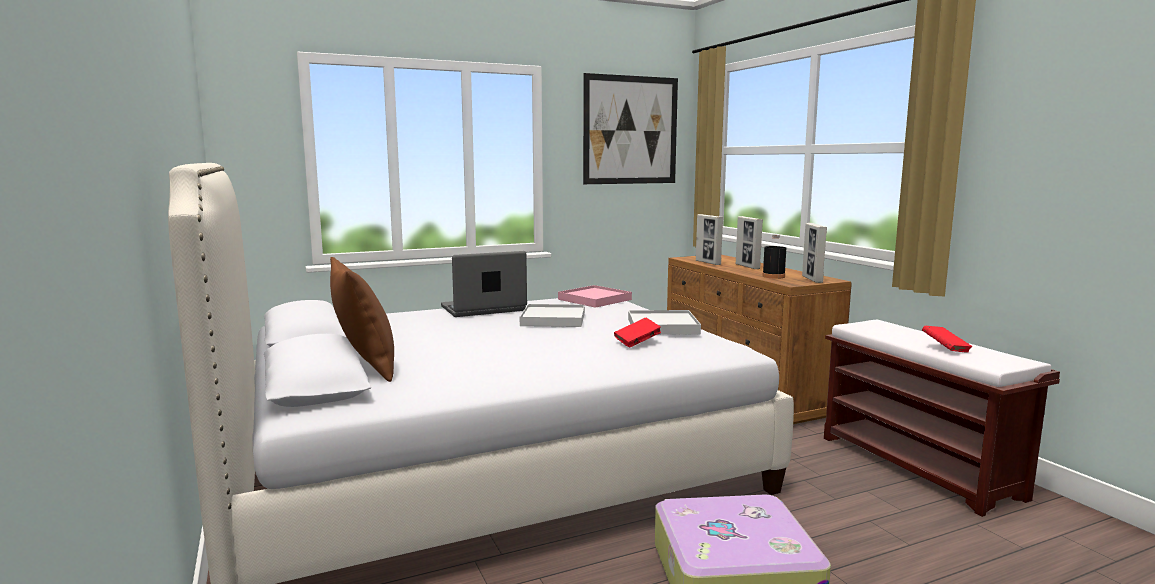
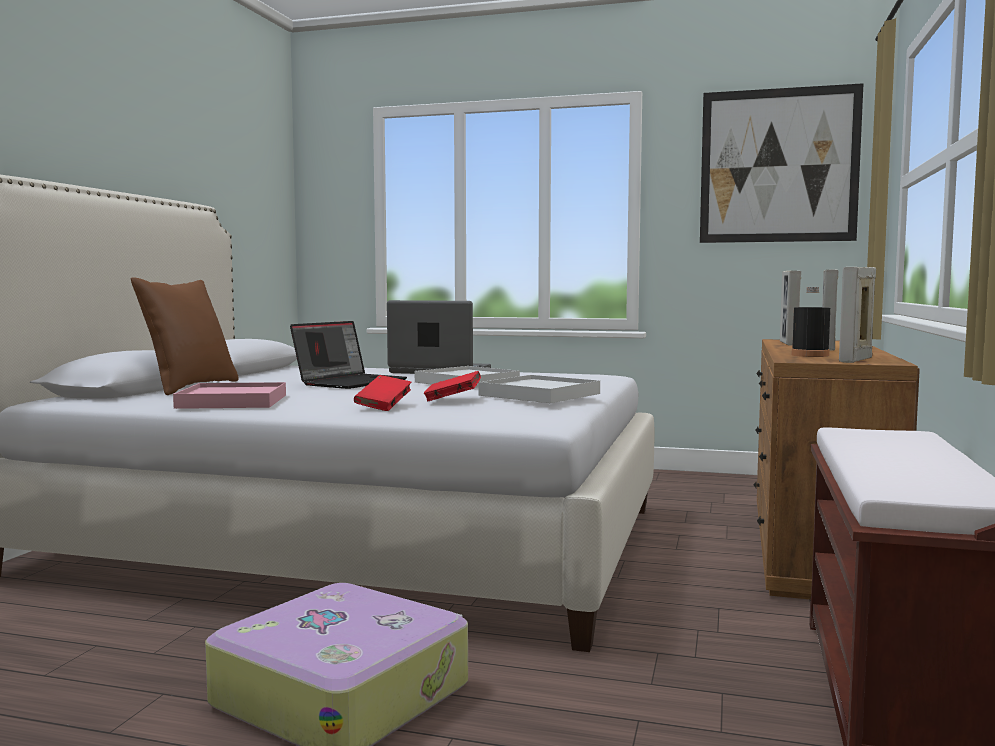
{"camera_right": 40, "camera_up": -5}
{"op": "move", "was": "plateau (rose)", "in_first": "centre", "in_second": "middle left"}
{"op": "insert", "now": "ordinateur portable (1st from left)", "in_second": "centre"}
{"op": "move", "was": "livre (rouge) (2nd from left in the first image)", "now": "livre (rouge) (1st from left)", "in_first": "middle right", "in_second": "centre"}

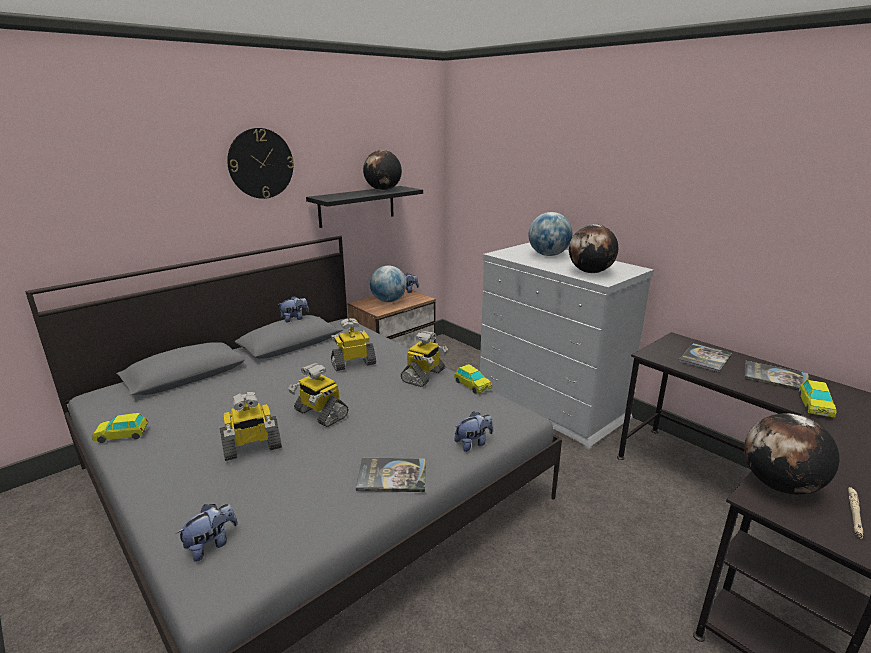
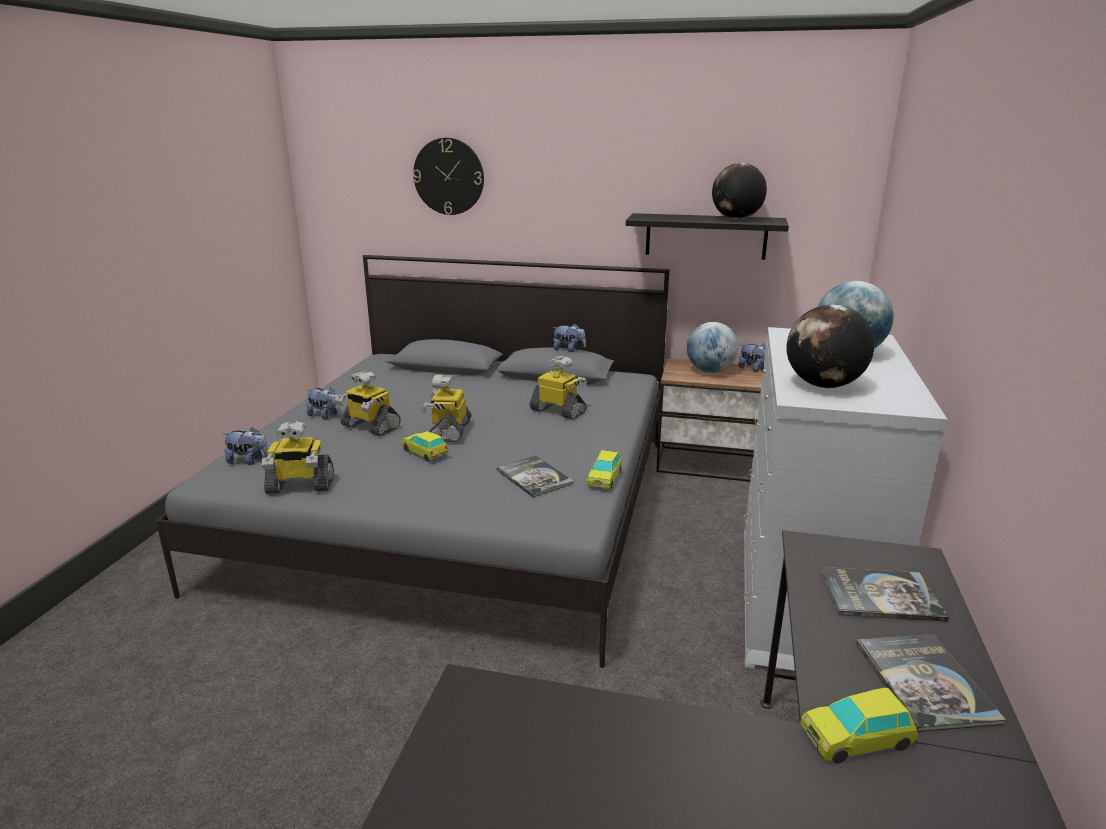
{"camera_right": 55, "camera_up": 0}
{"op": "move", "was": "robot jouet (4th from left in the first image)", "now": "robot jouet (1st from left)", "in_first": "centre", "in_second": "middle left"}
{"op": "move", "was": "peluche (4th from left in the first image)", "now": "peluche (2nd from left)", "in_first": "centre", "in_second": "middle left"}
{"op": "move", "was": "petite voiture (1st from left)", "in_first": "middle left", "in_second": "centre"}
{"op": "move", "was": "horloge murale", "in_first": "top left", "in_second": "top centre"}
{"op": "move", "was": "livre (1st from left)", "in_first": "bottom centre", "in_second": "centre"}
{"op": "delete", "was": "globe (5th from left)", "in_first": "bottom right"}
{"op": "delete", "was": "lampe de poche (beige)", "in_first": "bottom right"}

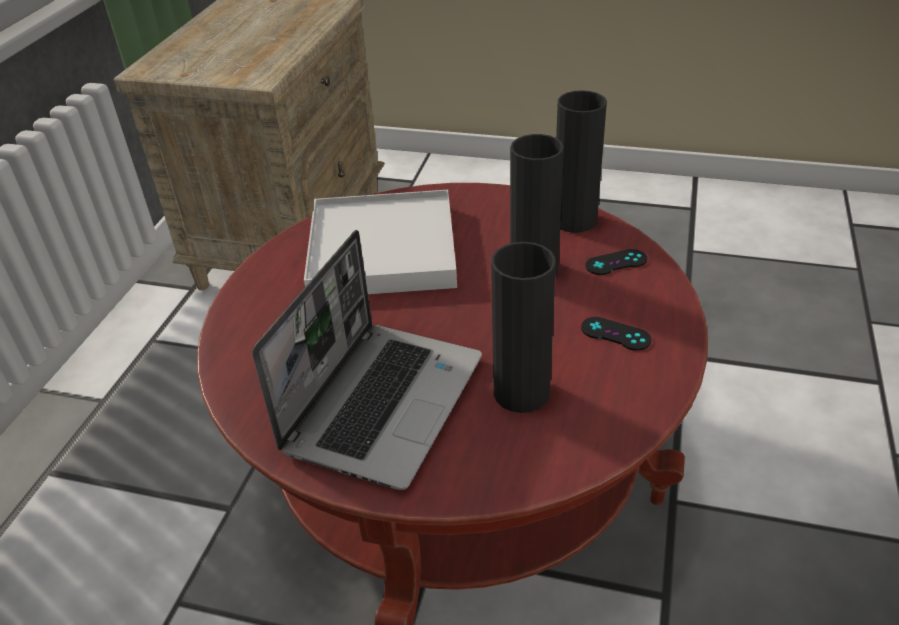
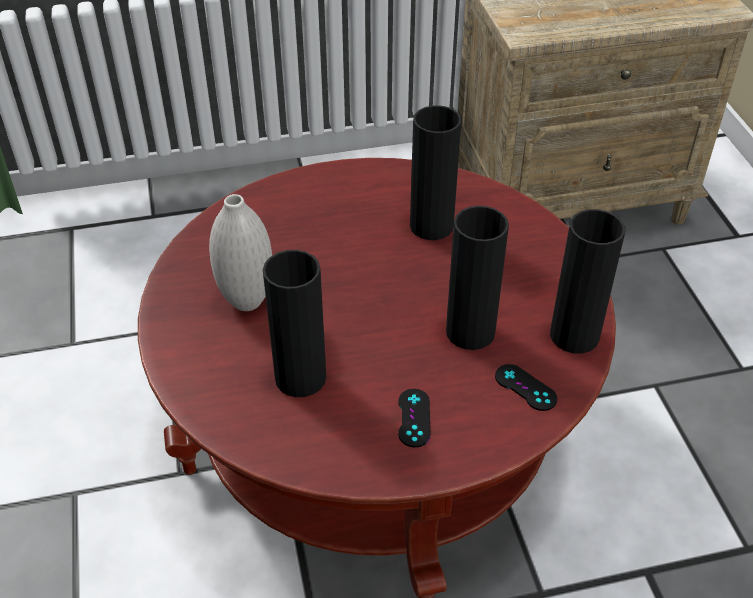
{"camera_right": 60, "camera_up": 5}
{"op": "replace", "was": "ordinateur portable", "now": "vase (blanc)", "in_first": "centre", "in_second": "middle left"}
{"op": "replace", "was": "plateau (blanc)", "now": "vase (noir) (2nd from left)", "in_first": "centre", "in_second": "top centre"}

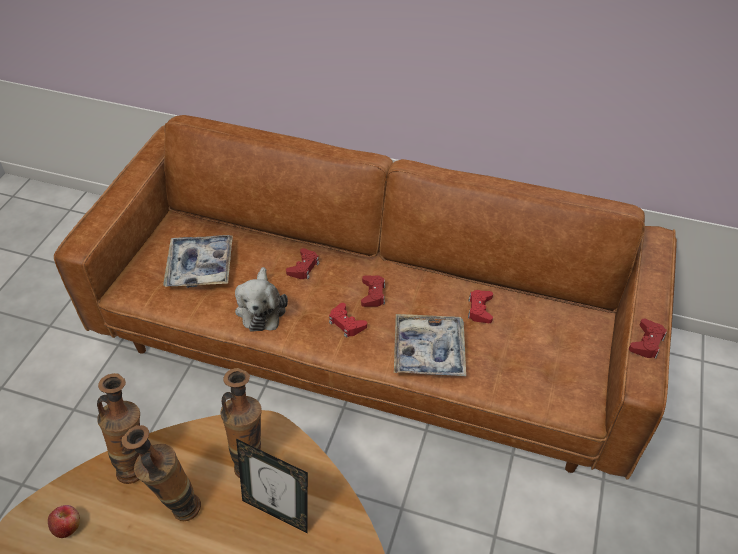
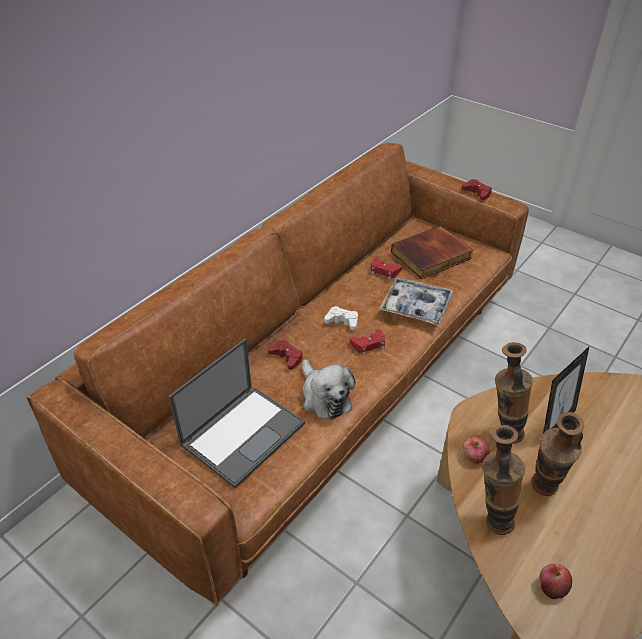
{"camera_right": -70, "camera_up": -5}
{"op": "replace", "was": "plateau (1st from left)", "now": "ordinateur portable", "in_first": "middle left", "in_second": "centre"}
{"op": "rotate", "was": "peluche", "in_first": "centre", "in_second": "centre", "clockwise": 45}
{"op": "recolor", "was": "manette (rouge) (3rd from left)", "now": "manette (blanc)", "in_first": "centre", "in_second": "centre"}
{"op": "insert", "now": "livre", "in_second": "middle right"}
{"op": "insert", "now": "pomme (1st from left)", "in_second": "bottom right"}

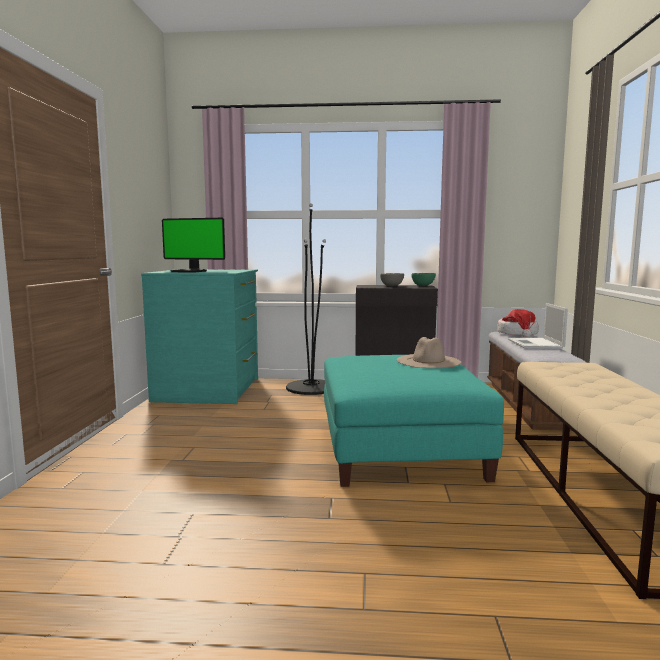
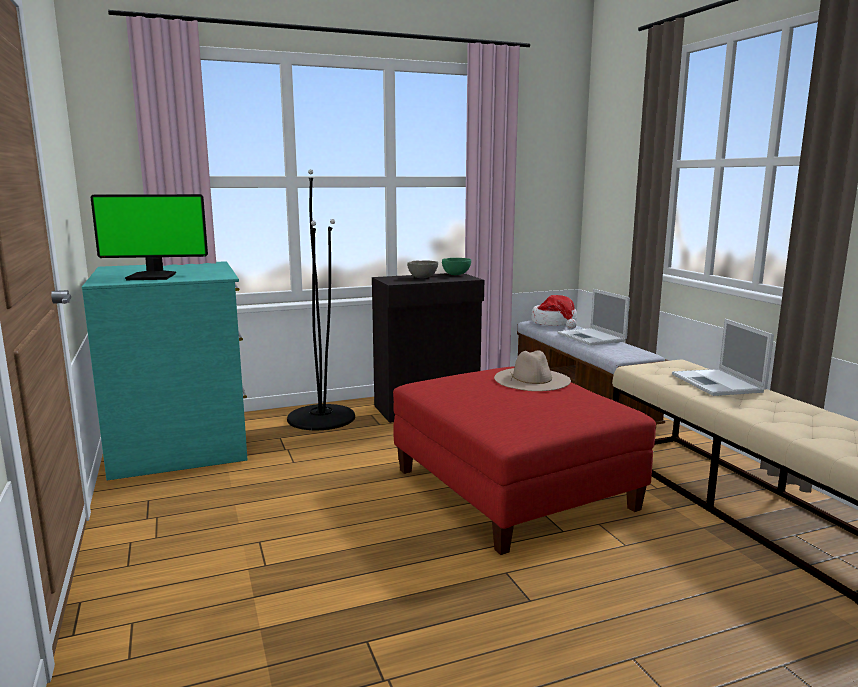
{"camera_right": -25, "camera_up": 5}
{"op": "recolor", "was": "pouf (turquoise)", "now": "pouf (rouge)", "in_first": "centre", "in_second": "bottom centre"}
{"op": "insert", "now": "ordinateur portable (2nd from left)", "in_second": "middle right"}

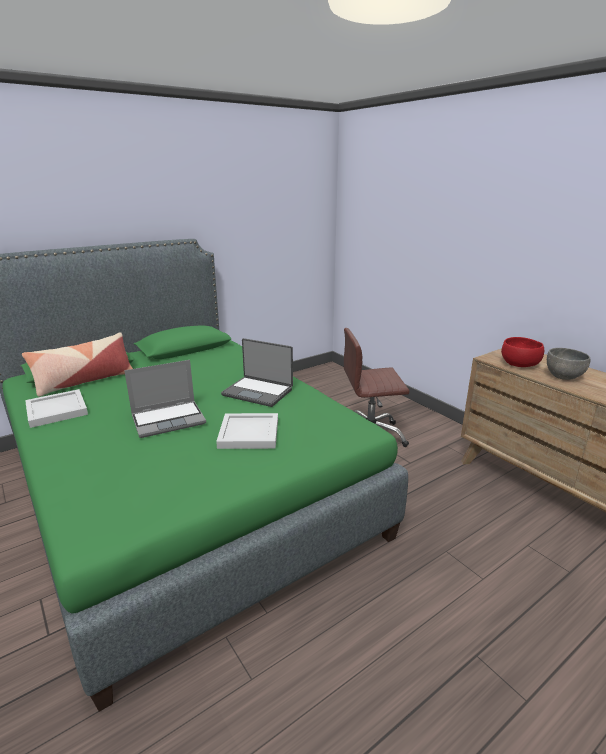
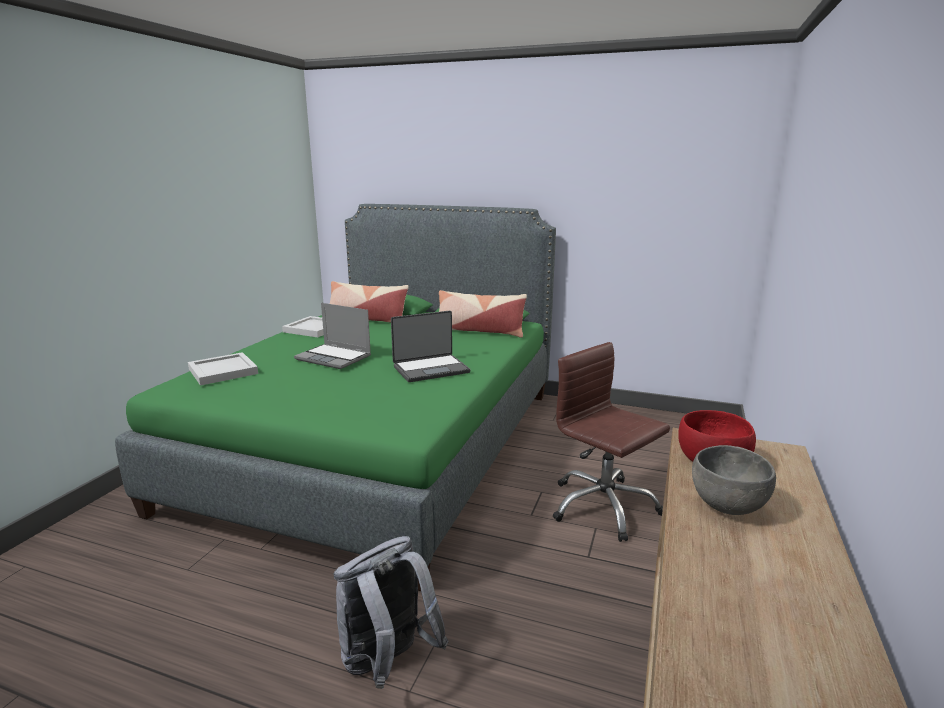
{"camera_right": 55, "camera_up": -5}
{"op": "move", "was": "plateau (blanc) (2nd from left in the first image)", "now": "plateau (blanc) (1st from left)", "in_first": "centre", "in_second": "middle left"}
{"op": "insert", "now": "sac à dos (gris)", "in_second": "bottom centre"}
{"op": "rotate", "was": "ordinateur portable (2nd from left)", "in_first": "centre", "in_second": "centre", "clockwise": -105}
{"op": "insert", "now": "coussin (2nd from left)", "in_second": "centre"}

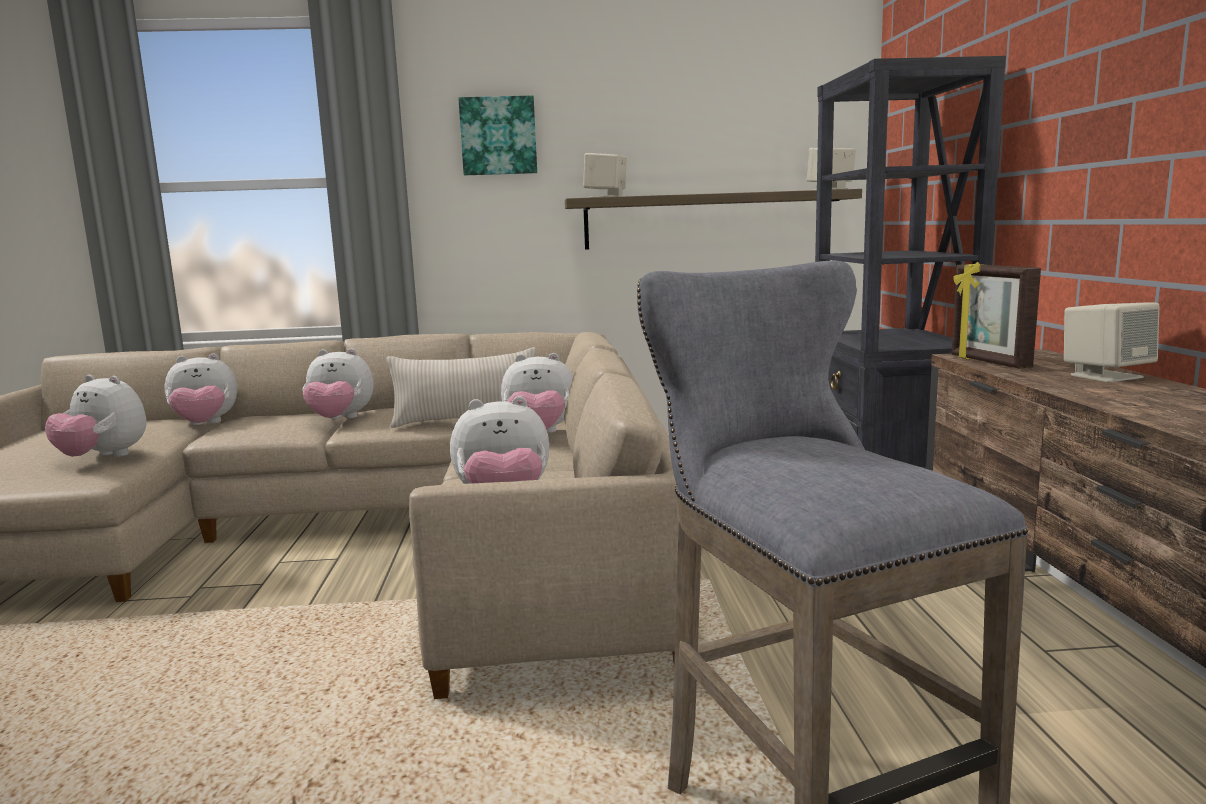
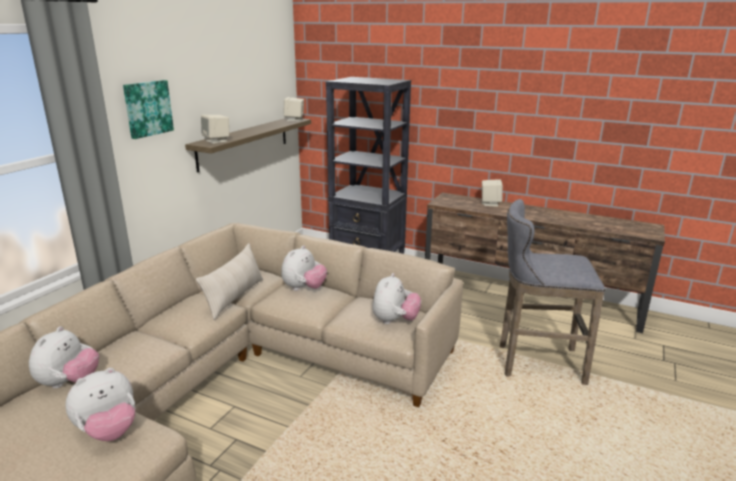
{"camera_right": -60, "camera_up": 10}
{"op": "delete", "was": "peluche (3rd from left)", "in_first": "middle left"}
{"op": "delete", "was": "cadre photo", "in_first": "middle right"}

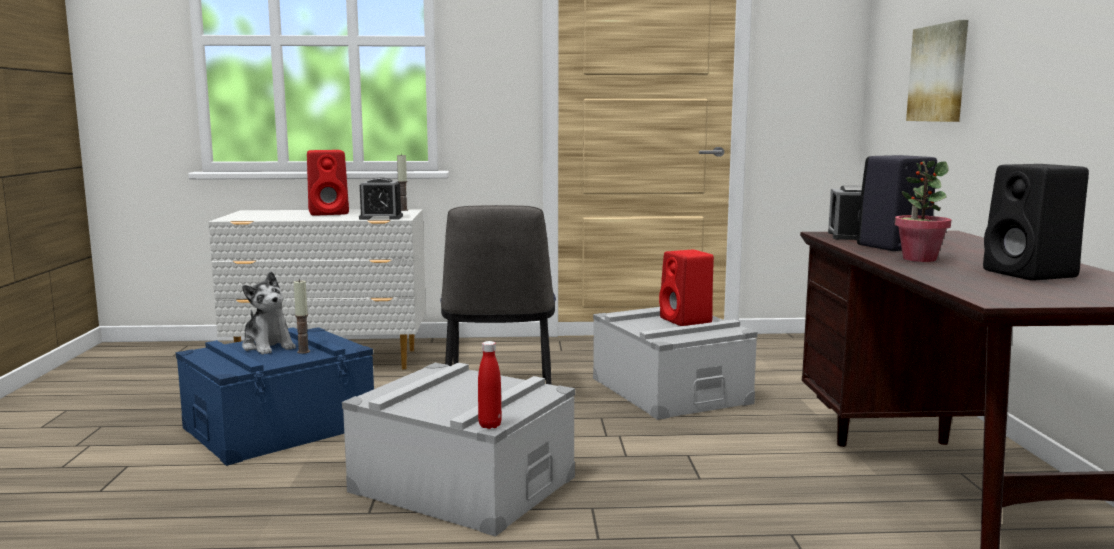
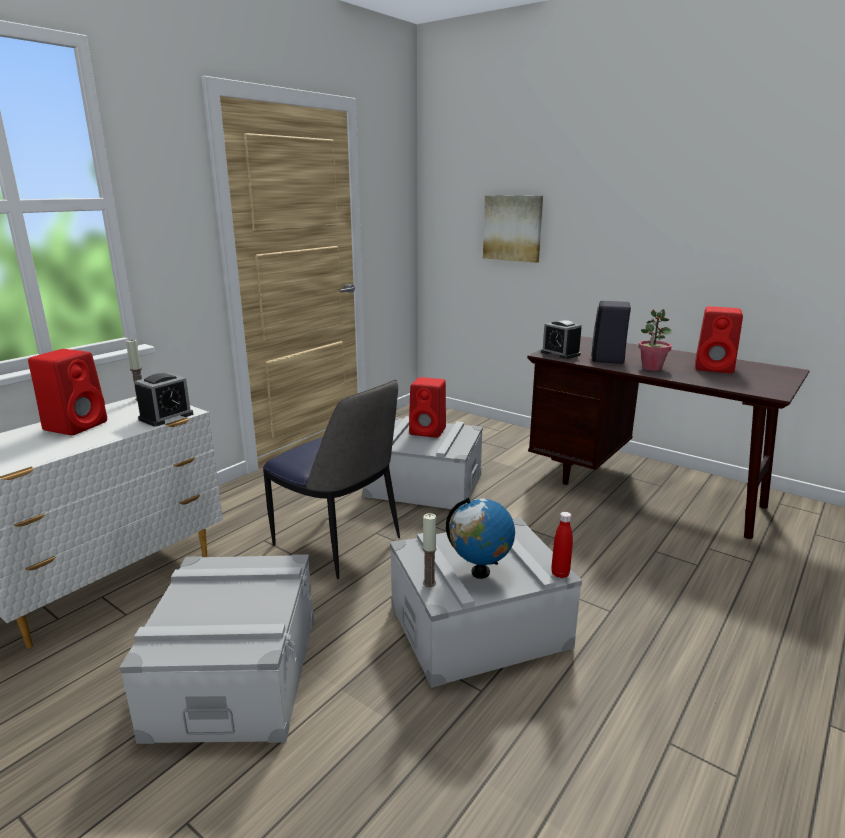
{"camera_right": -50, "camera_up": 10}
{"op": "recolor", "was": "boîte de rangement (bleu)", "now": "boîte de rangement (gris) (1st from left)", "in_first": "bottom left", "in_second": "bottom left"}
{"op": "move", "was": "bougie (1st from left in the first image)", "now": "bougie (2nd from left)", "in_first": "middle left", "in_second": "centre"}
{"op": "insert", "now": "globe", "in_second": "centre"}
{"op": "recolor", "was": "enceinte (noir) (2nd from left)", "now": "enceinte (rouge) (3rd from left)", "in_first": "middle right", "in_second": "middle right"}
{"op": "delete", "was": "peluche", "in_first": "middle left"}

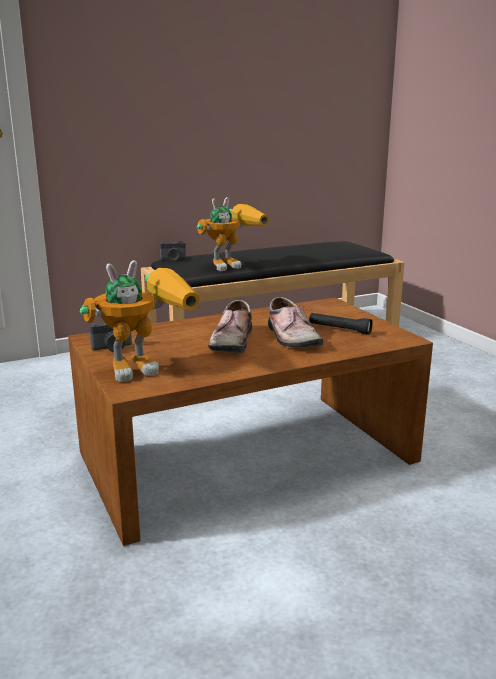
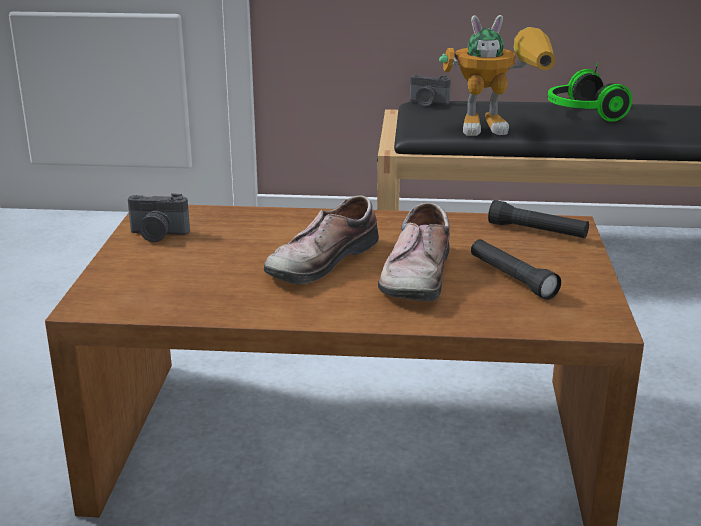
{"camera_right": 30, "camera_up": 5}
{"op": "insert", "now": "lampe de poche (noir) (2nd from left)", "in_second": "middle right"}
{"op": "insert", "now": "casque audio", "in_second": "top right"}
{"op": "delete", "was": "robot jouet (1st from left)", "in_first": "middle left"}

